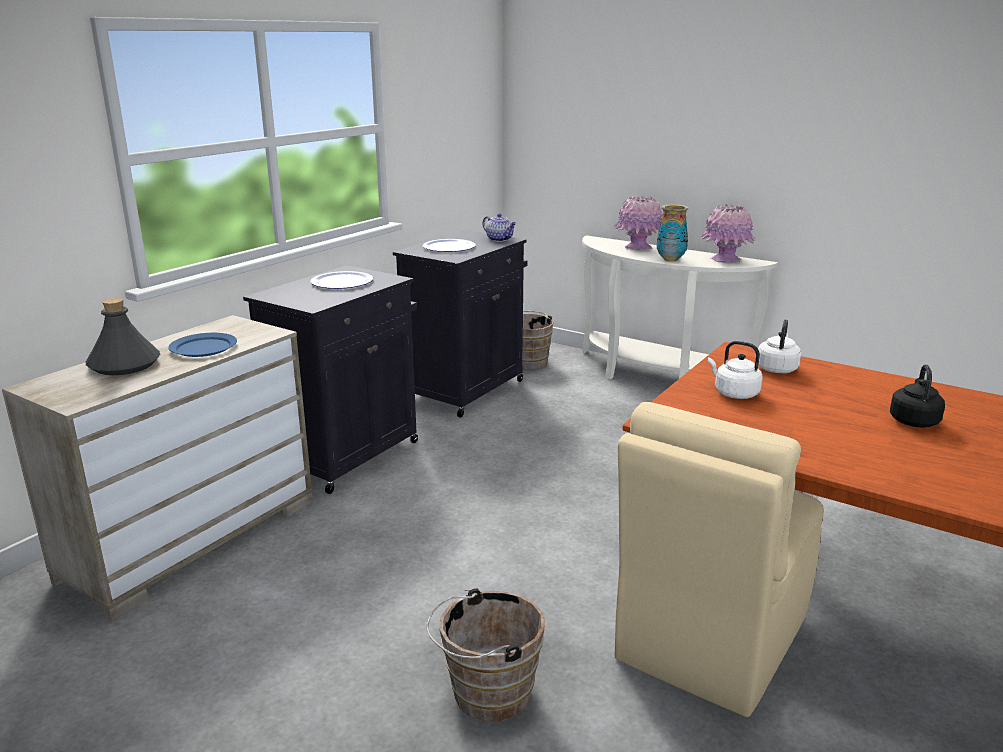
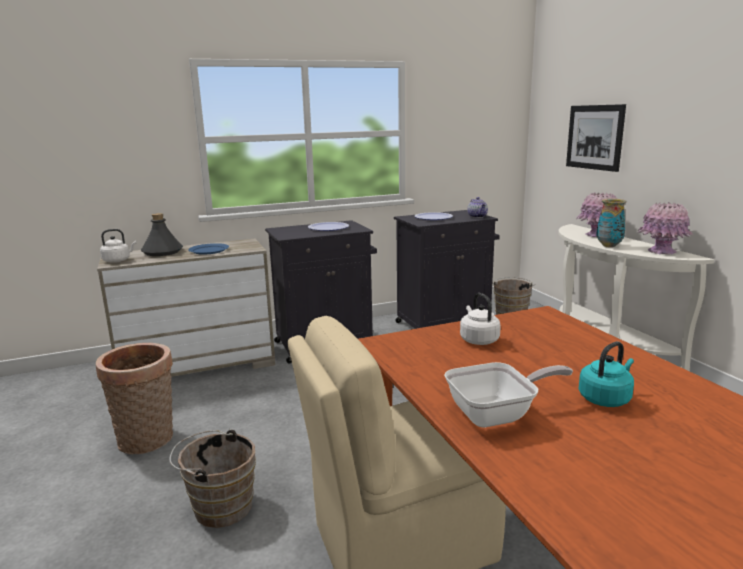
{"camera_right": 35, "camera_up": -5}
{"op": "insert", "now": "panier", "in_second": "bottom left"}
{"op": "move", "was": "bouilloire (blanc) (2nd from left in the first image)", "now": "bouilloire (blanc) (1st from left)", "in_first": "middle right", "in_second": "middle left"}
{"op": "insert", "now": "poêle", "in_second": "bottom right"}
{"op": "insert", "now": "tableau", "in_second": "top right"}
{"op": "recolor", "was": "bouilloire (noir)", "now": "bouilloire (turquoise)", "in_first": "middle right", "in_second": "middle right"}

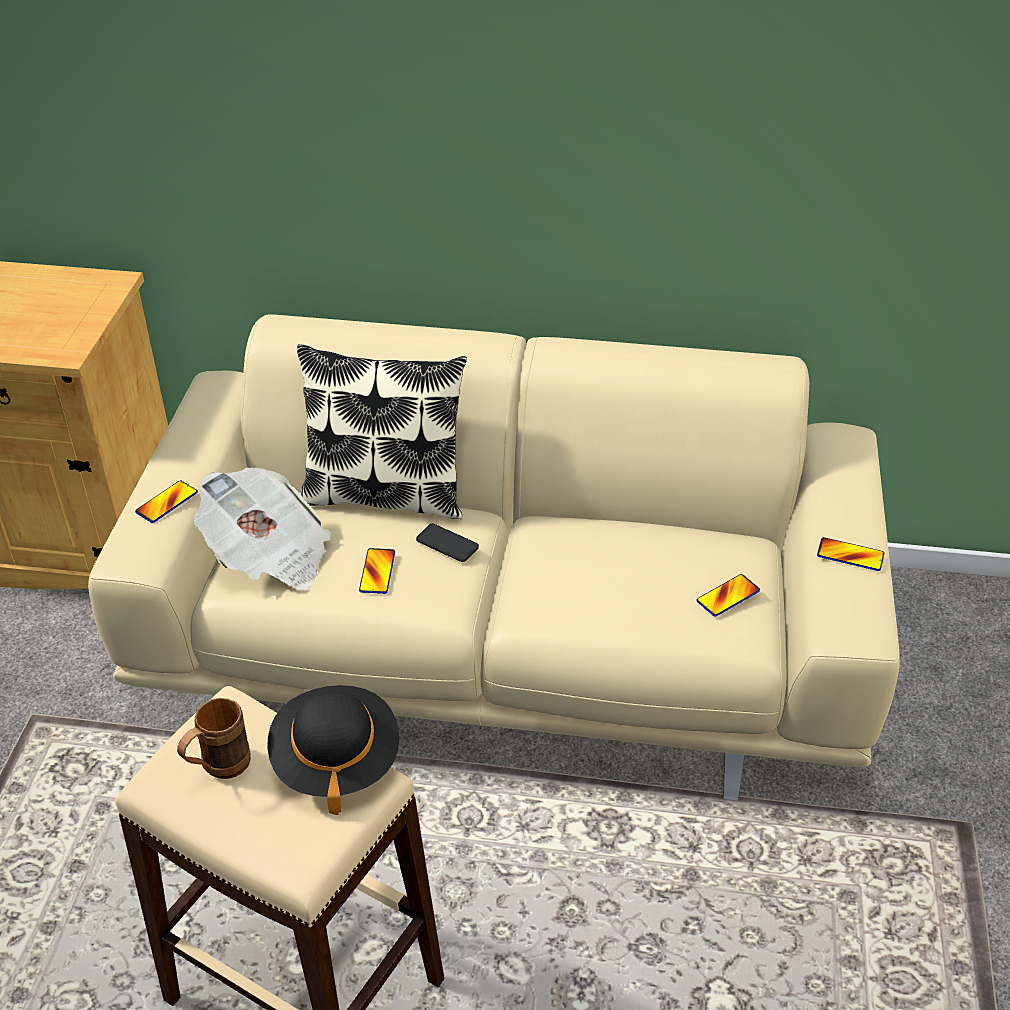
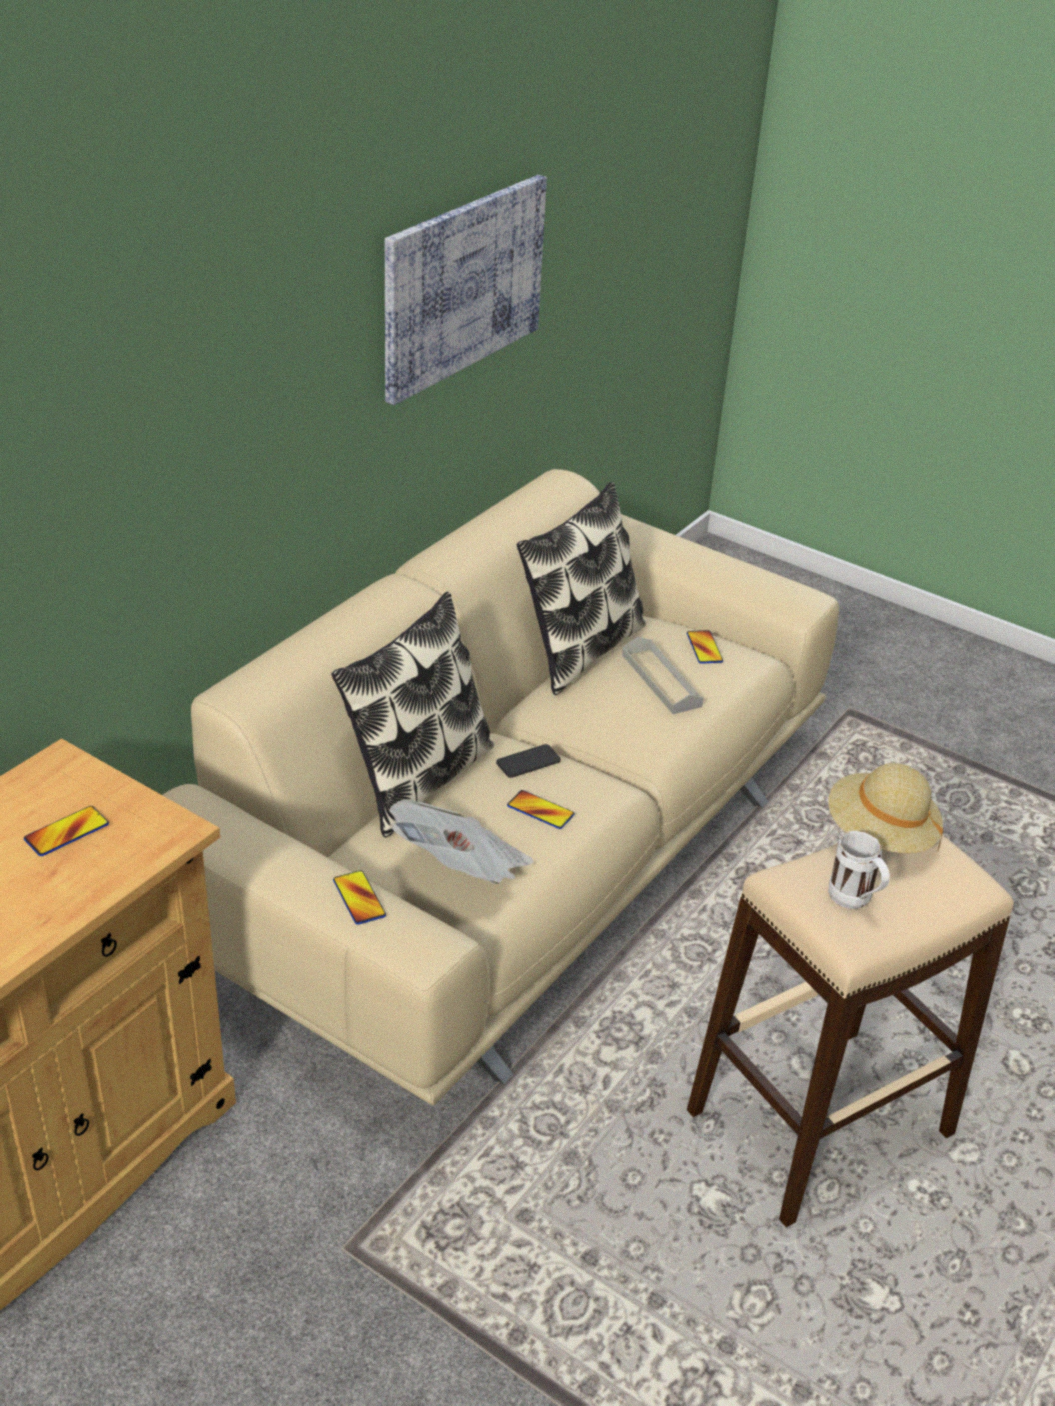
{"camera_right": -65, "camera_up": -5}
{"op": "move", "was": "téléphone (5th from left in the first image)", "now": "téléphone (1st from left)", "in_first": "middle right", "in_second": "middle left"}
{"op": "insert", "now": "tableau", "in_second": "top centre"}
{"op": "insert", "now": "coussin (2nd from left)", "in_second": "centre"}
{"op": "insert", "now": "plateau (gris)", "in_second": "centre"}
{"op": "recolor", "was": "chapeau (noir)", "now": "chapeau (beige)", "in_first": "bottom left", "in_second": "middle right"}
{"op": "recolor", "was": "mug (marron)", "now": "mug (blanc)", "in_first": "bottom left", "in_second": "middle right"}

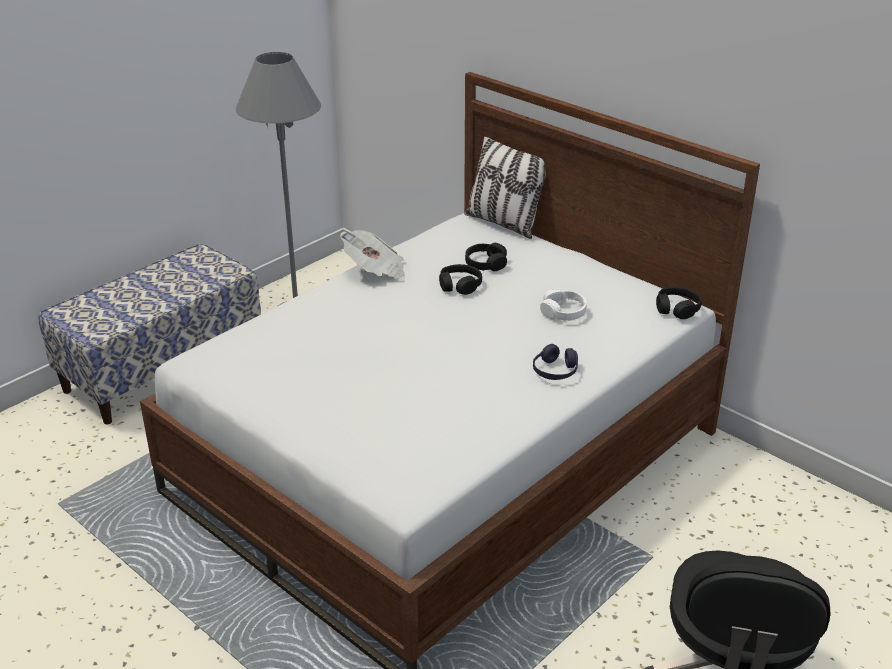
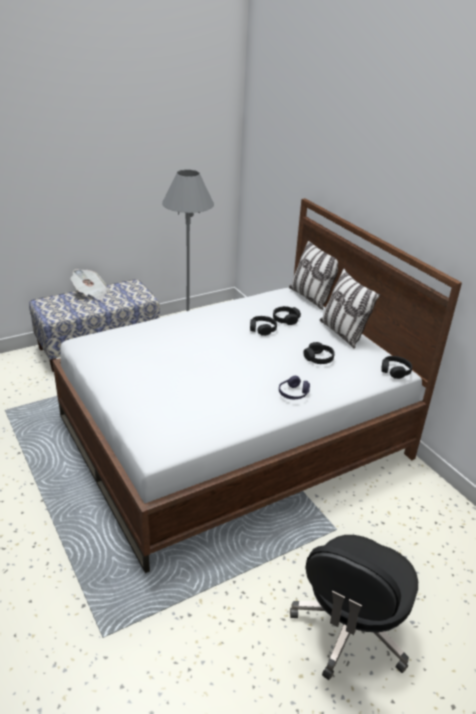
{"camera_right": 15, "camera_up": 0}
{"op": "move", "was": "journal", "in_first": "centre", "in_second": "middle left"}
{"op": "recolor", "was": "casque audio (blanc)", "now": "casque audio (noir) (3rd from left)", "in_first": "centre", "in_second": "middle right"}
{"op": "insert", "now": "coussin (2nd from left)", "in_second": "middle right"}

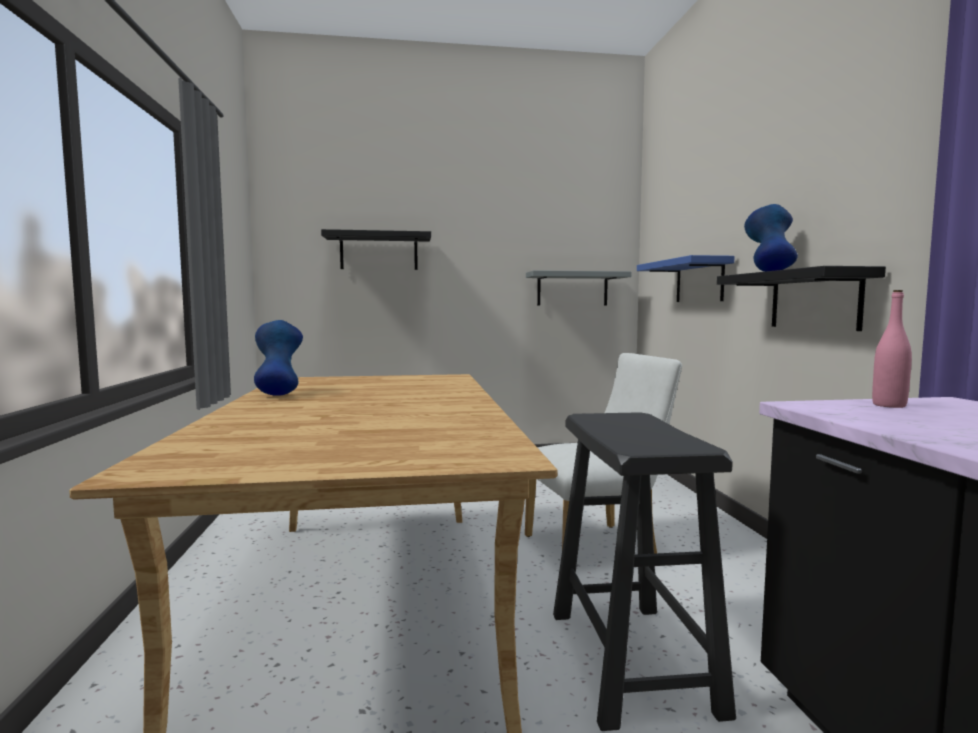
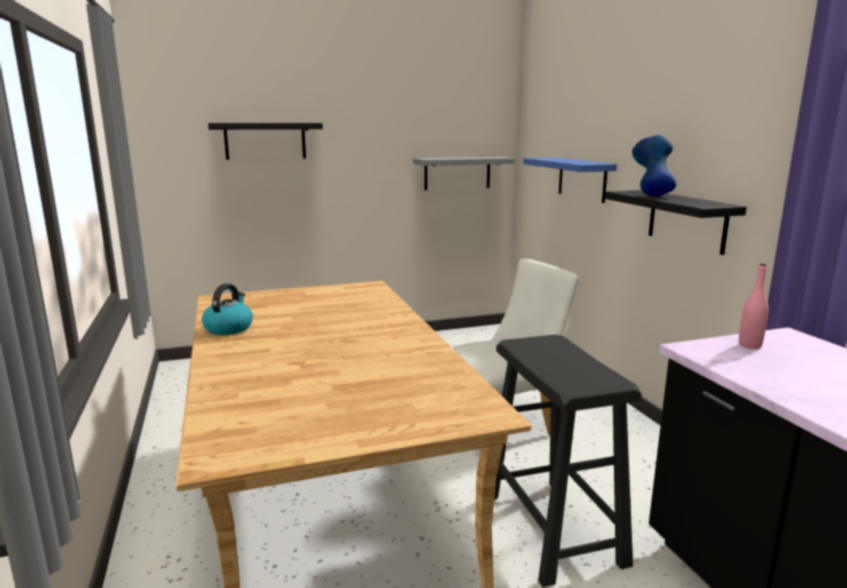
{"camera_right": -10, "camera_up": 10}
{"op": "replace", "was": "vase (bleu) (1st from left)", "now": "bouilloire", "in_first": "middle left", "in_second": "middle left"}

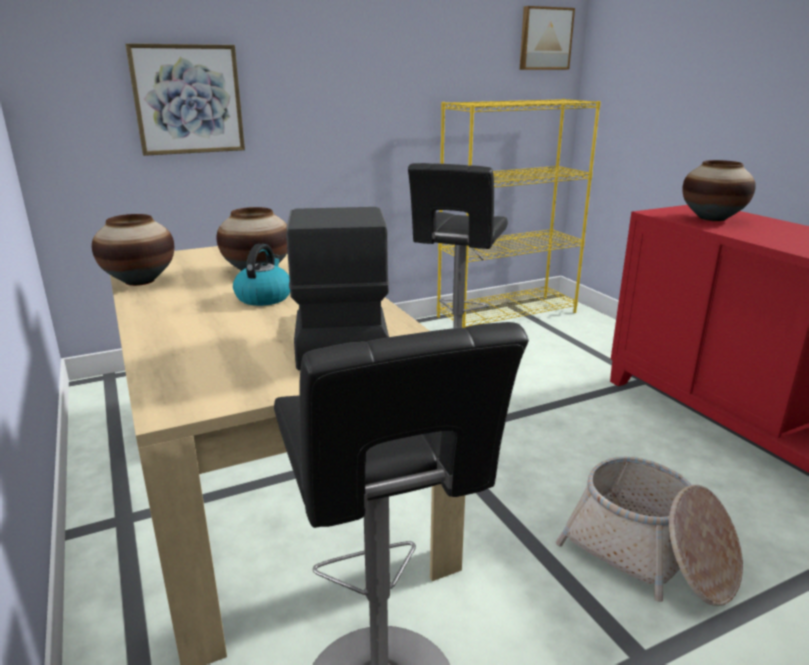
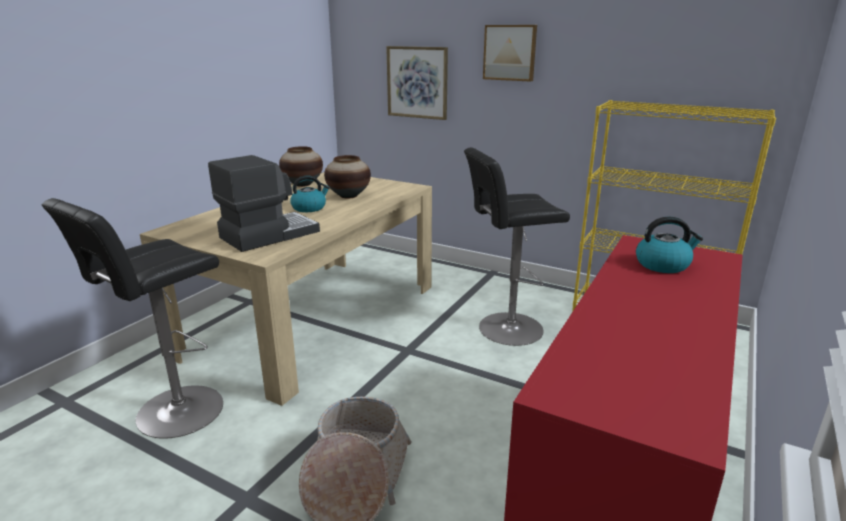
{"camera_right": 55, "camera_up": 0}
{"op": "move", "was": "tableau (2nd from left)", "in_first": "top right", "in_second": "top centre"}
{"op": "replace", "was": "vase (3rd from left)", "now": "bouilloire (2nd from left)", "in_first": "top right", "in_second": "middle right"}

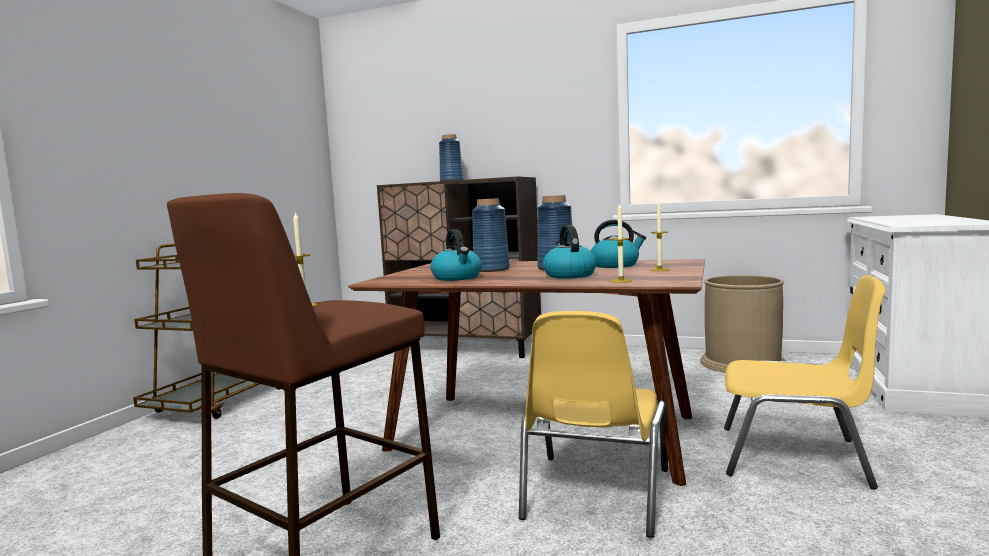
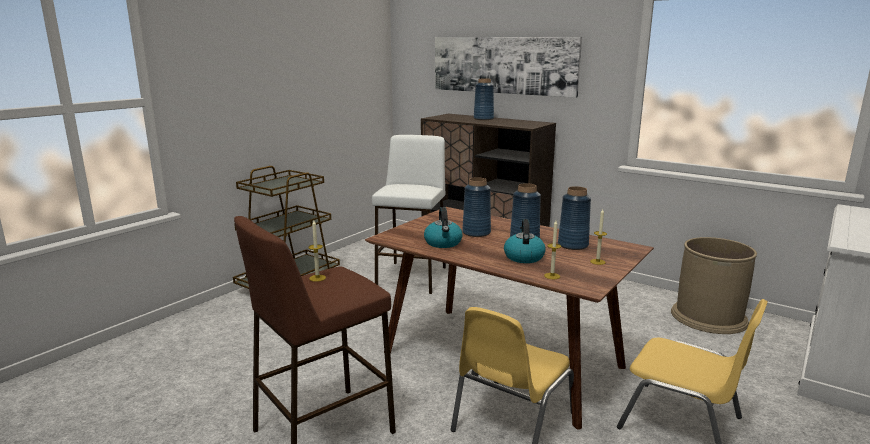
{"camera_right": 15, "camera_up": 10}
{"op": "insert", "now": "tabouret (blanc)", "in_second": "centre"}
{"op": "insert", "now": "tableau", "in_second": "top centre"}
{"op": "replace", "was": "bouilloire (3rd from left)", "now": "vase (bleu) (4th from left)", "in_first": "centre", "in_second": "centre"}

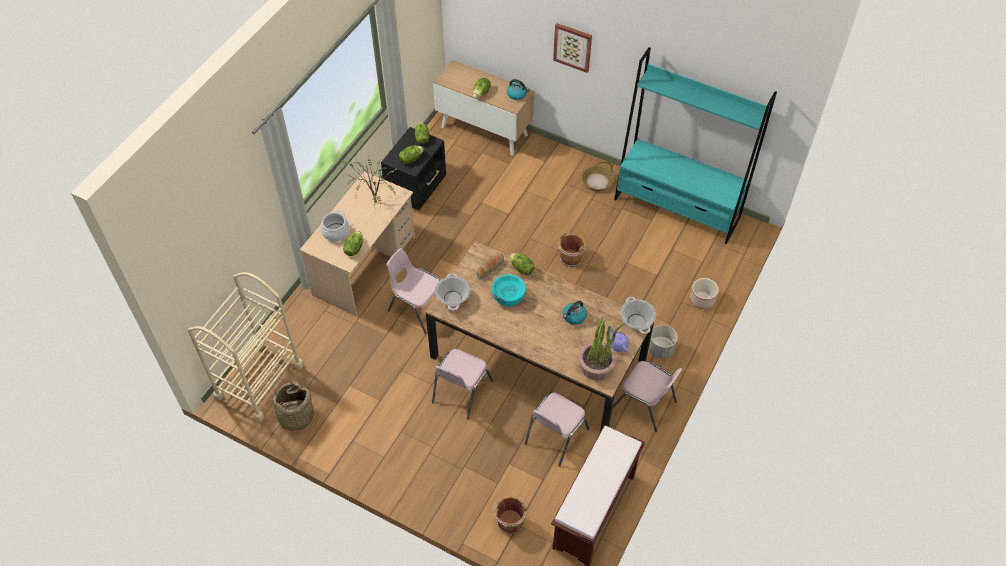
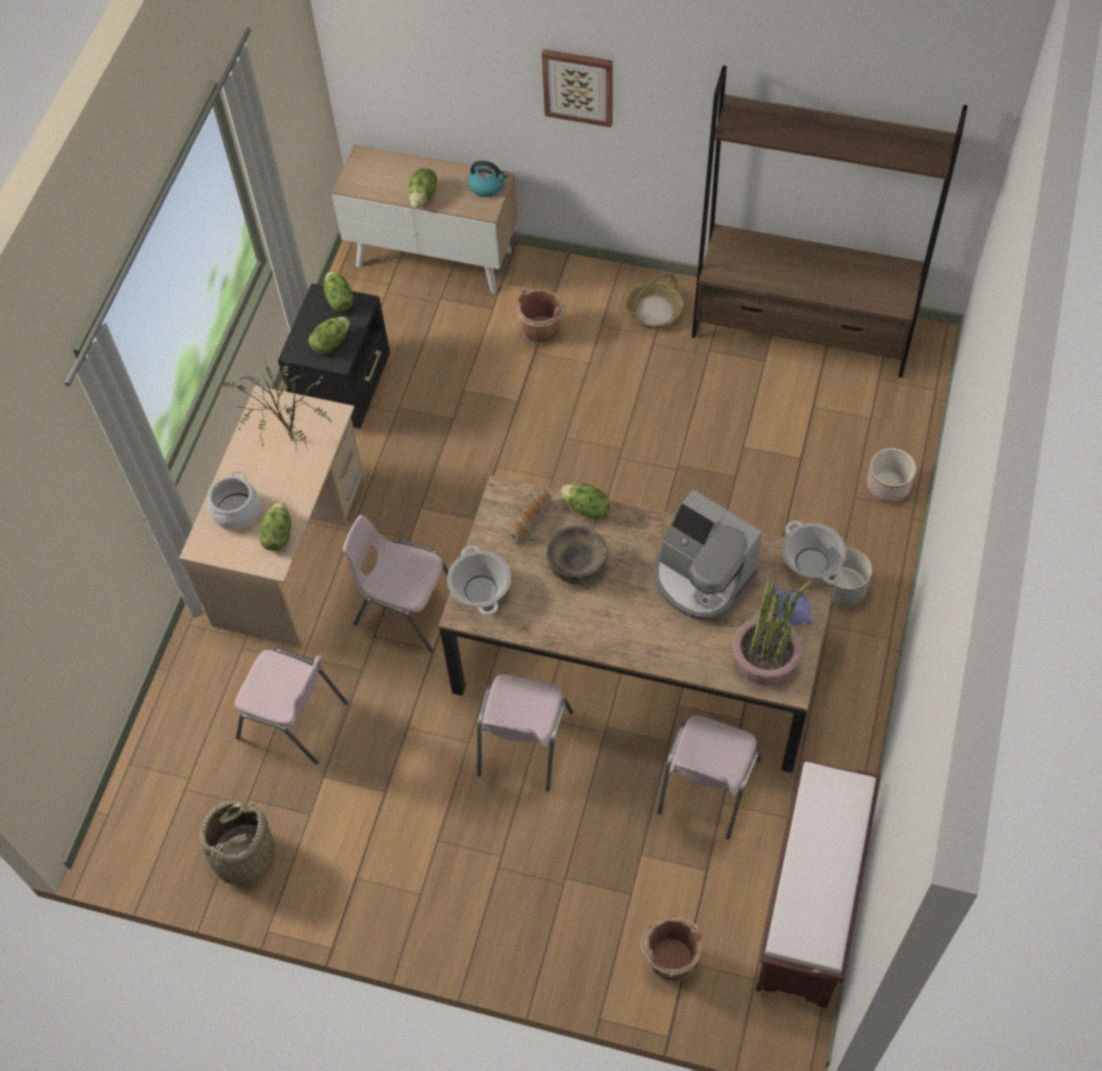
{"camera_right": -10, "camera_up": 5}
{"op": "move", "was": "chaise (rose) (4th from left in the first image)", "now": "chaise (rose) (1st from left)", "in_first": "bottom centre", "in_second": "middle left"}
{"op": "move", "was": "seau (marron) (2nd from left in the first image)", "now": "seau (marron) (1st from left)", "in_first": "centre", "in_second": "top centre"}
{"op": "recolor", "was": "bol (turquoise)", "now": "bol (marron)", "in_first": "centre", "in_second": "centre"}
{"op": "replace", "was": "bouilloire (2nd from left)", "now": "machine à café", "in_first": "centre", "in_second": "centre"}
{"op": "recolor", "was": "bibliothèque (turquoise)", "now": "bibliothèque (marron)", "in_first": "top right", "in_second": "top right"}
{"op": "delete", "was": "chariot (beige)", "in_first": "middle left"}

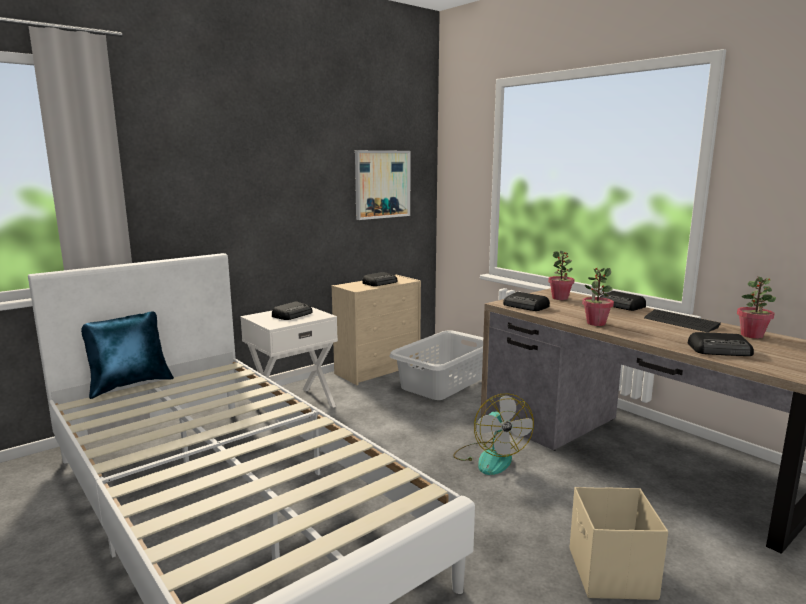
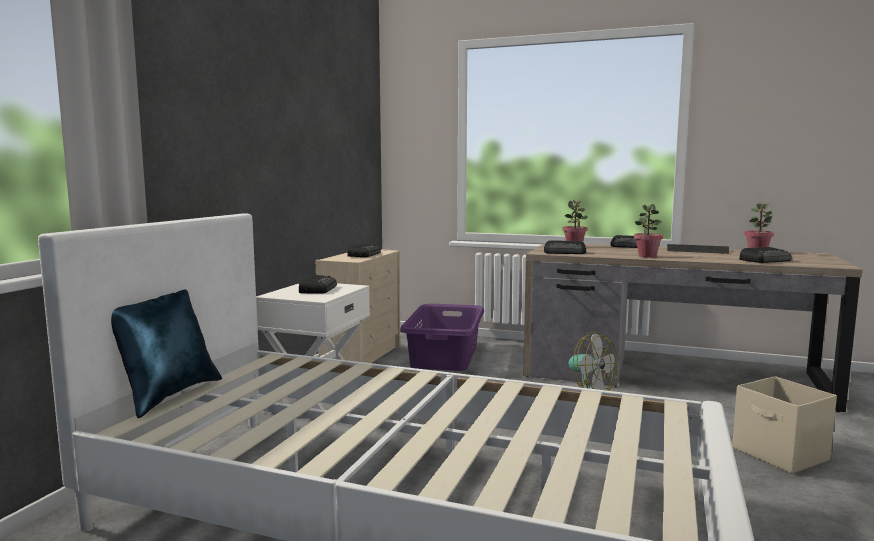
{"camera_right": -30, "camera_up": -5}
{"op": "recolor", "was": "panier à linge (gris)", "now": "panier à linge (violet)", "in_first": "centre", "in_second": "centre"}
{"op": "delete", "was": "tableau", "in_first": "top centre"}

